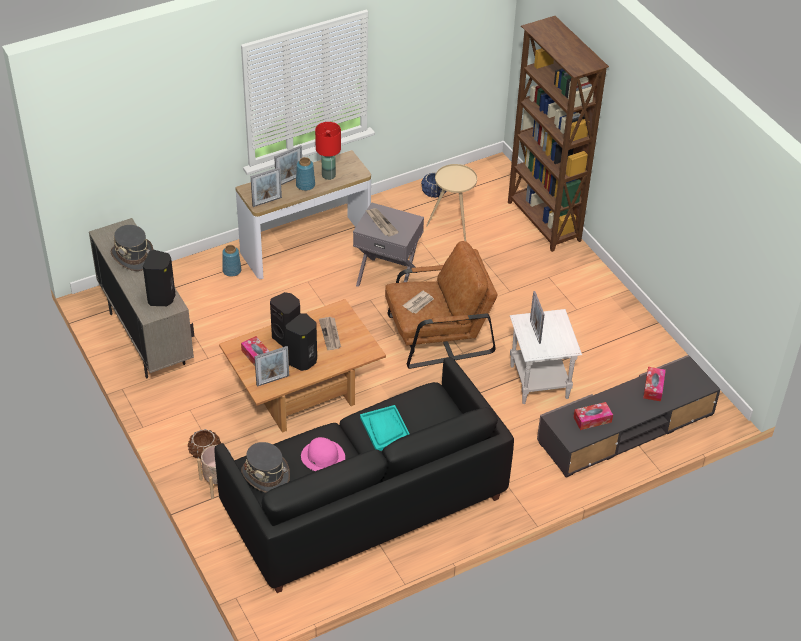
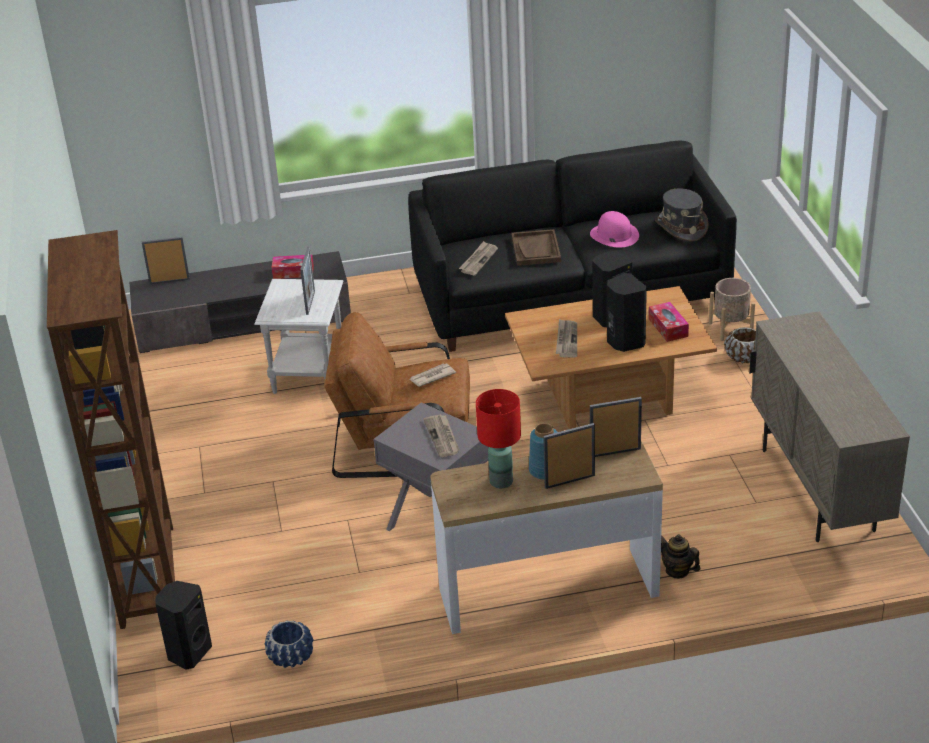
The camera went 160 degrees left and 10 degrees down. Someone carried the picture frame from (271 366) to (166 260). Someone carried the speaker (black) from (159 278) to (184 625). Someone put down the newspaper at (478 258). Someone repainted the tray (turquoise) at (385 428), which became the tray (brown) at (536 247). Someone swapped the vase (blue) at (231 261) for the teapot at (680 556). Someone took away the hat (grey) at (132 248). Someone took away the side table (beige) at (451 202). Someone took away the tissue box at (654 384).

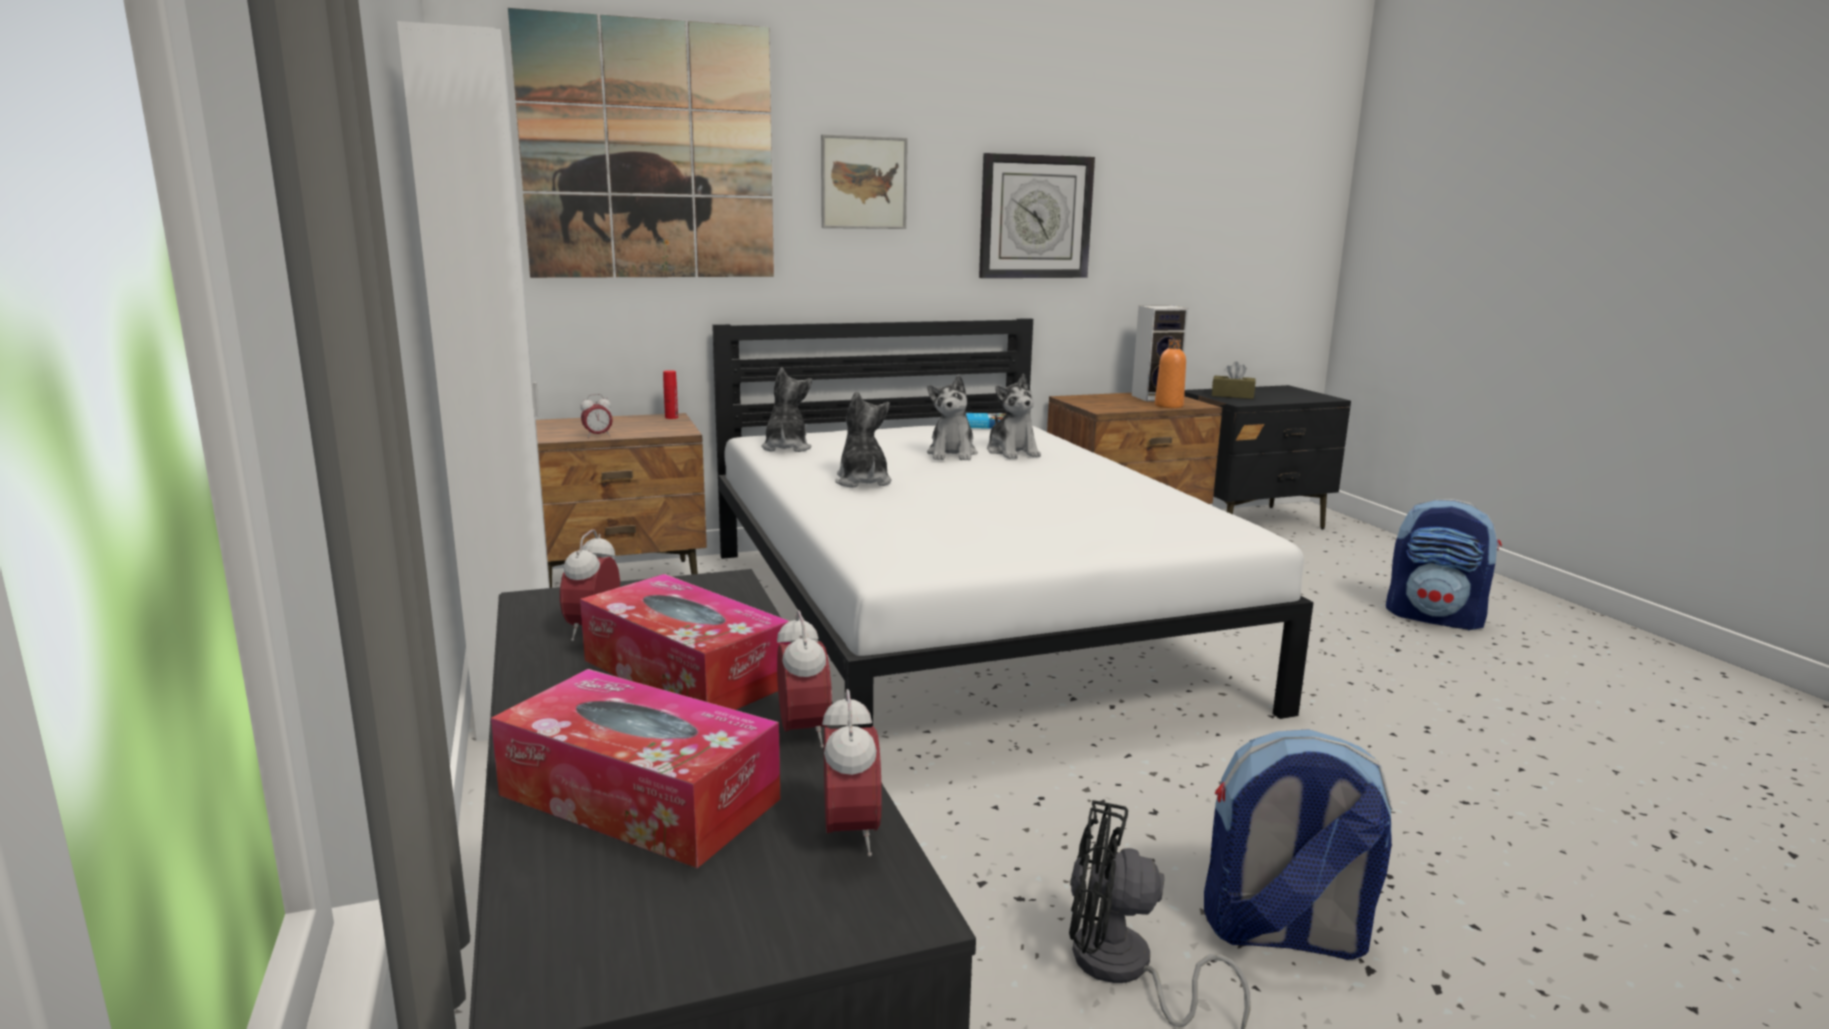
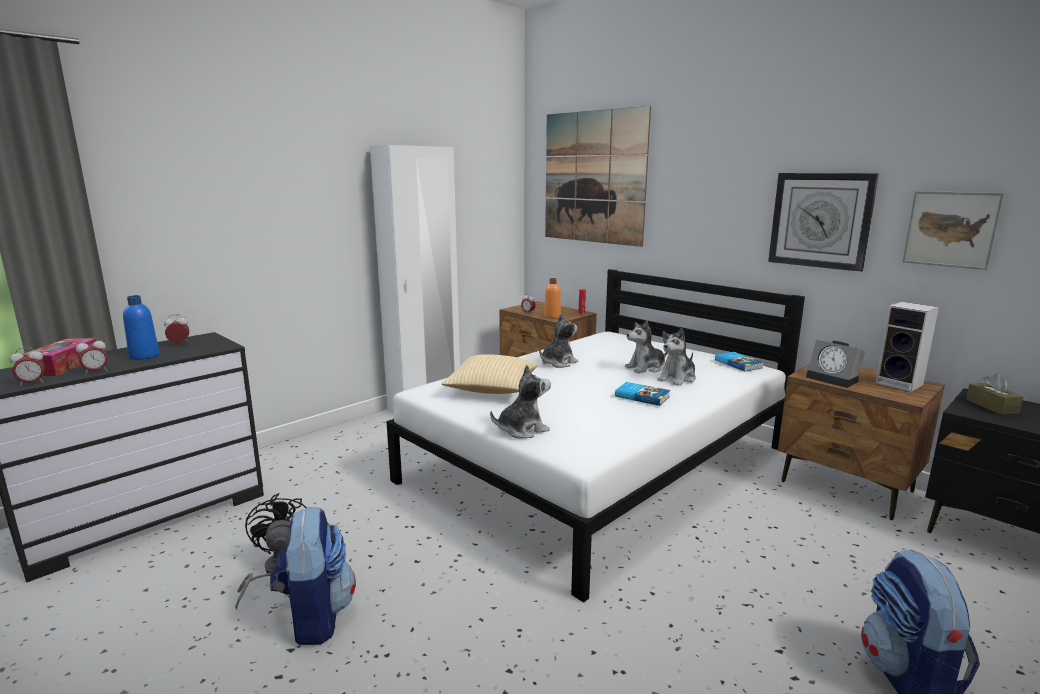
The camera went 65 degrees right and 0 degrees up. Someone swapped the tissue box at (685 642) for the bottle (blue) at (141 327). Someone put down the pillow at (489 374). Someone carried the plush toy from (786 409) to (520 402). Someone carried the bottle (orange) from (1170 373) to (552 298). Someone put down the book at (642 394). Someone put down the alarm clock at (835 364). Someone carried the picture from (864 181) to (953 230).

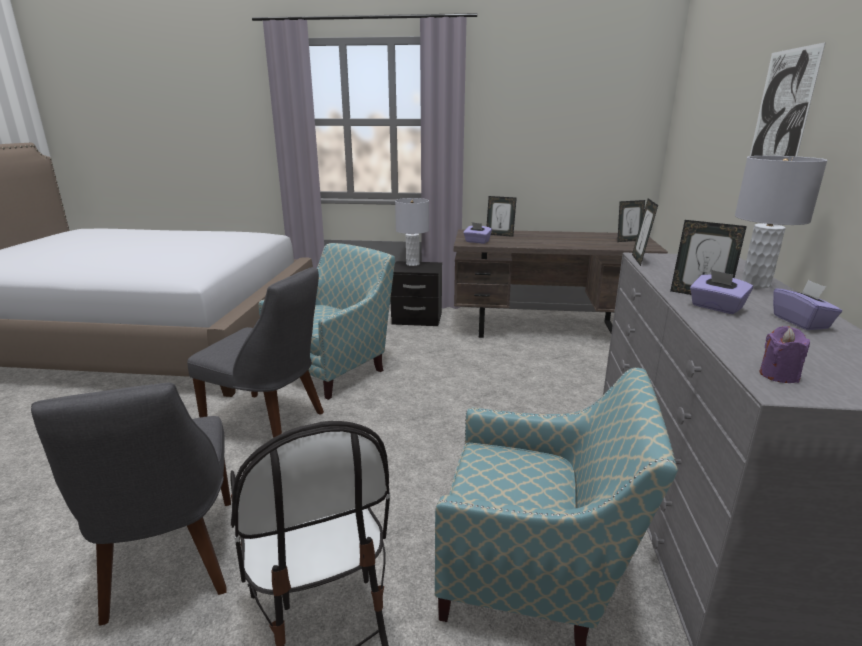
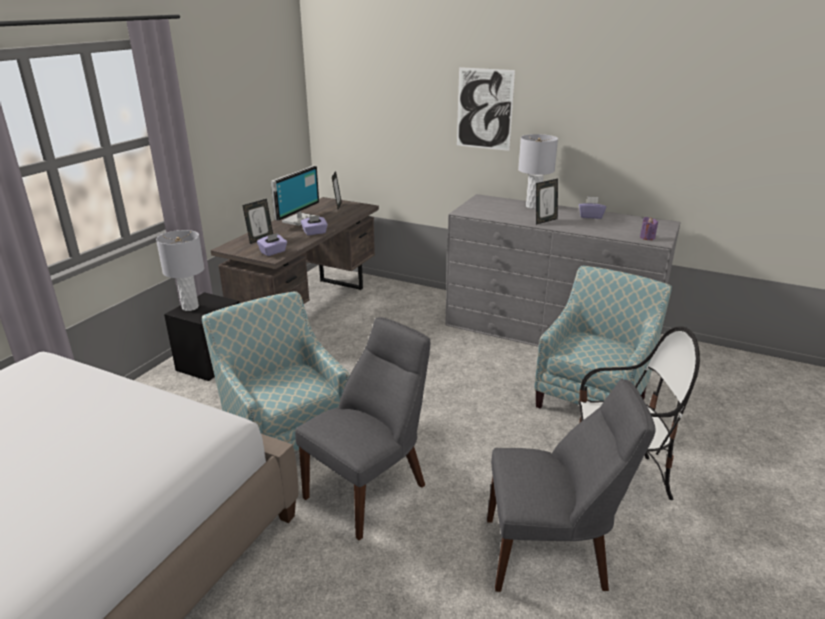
The camera went 70 degrees left and 5 degrees up. Someone put down the monitor at (295 196). Someone carried the tissue box (purple) from (721 292) to (314 225). Someone took away the picture frame at (645 232).

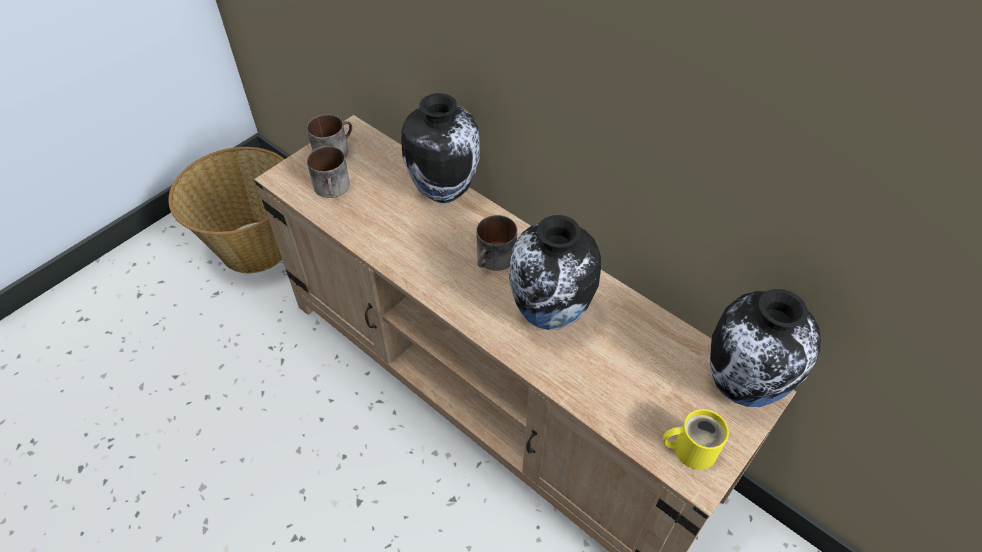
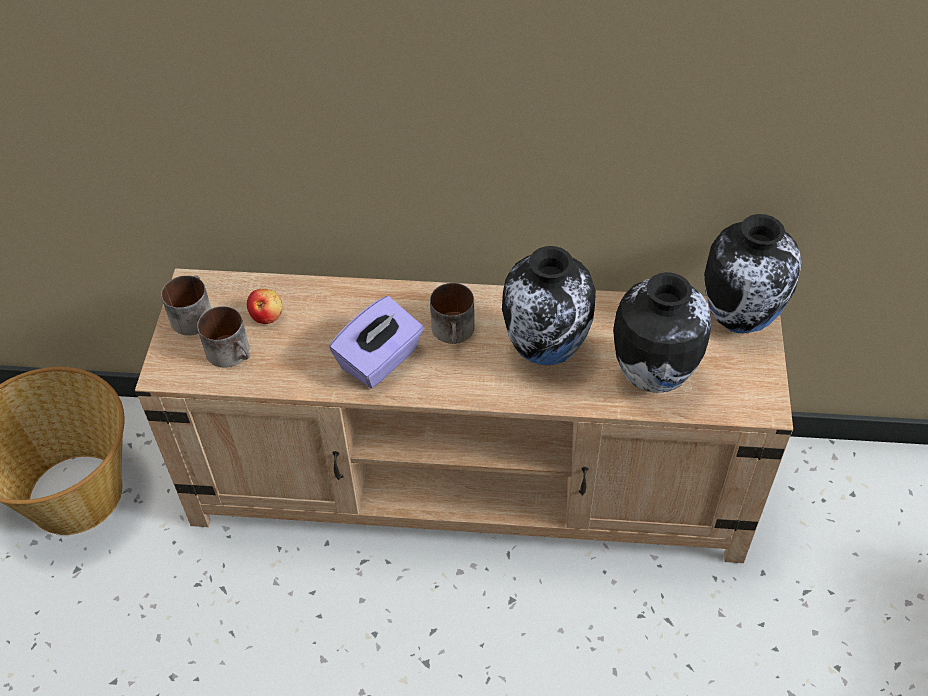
The camera went 35 degrees left and 0 degrees up. Someone put down the apple at (264 306). Someone put down the tissue box (purple) at (376 342). Someone carried the vase from (440 148) to (662 332). Someone took away the mug (yellow) at (696 439).

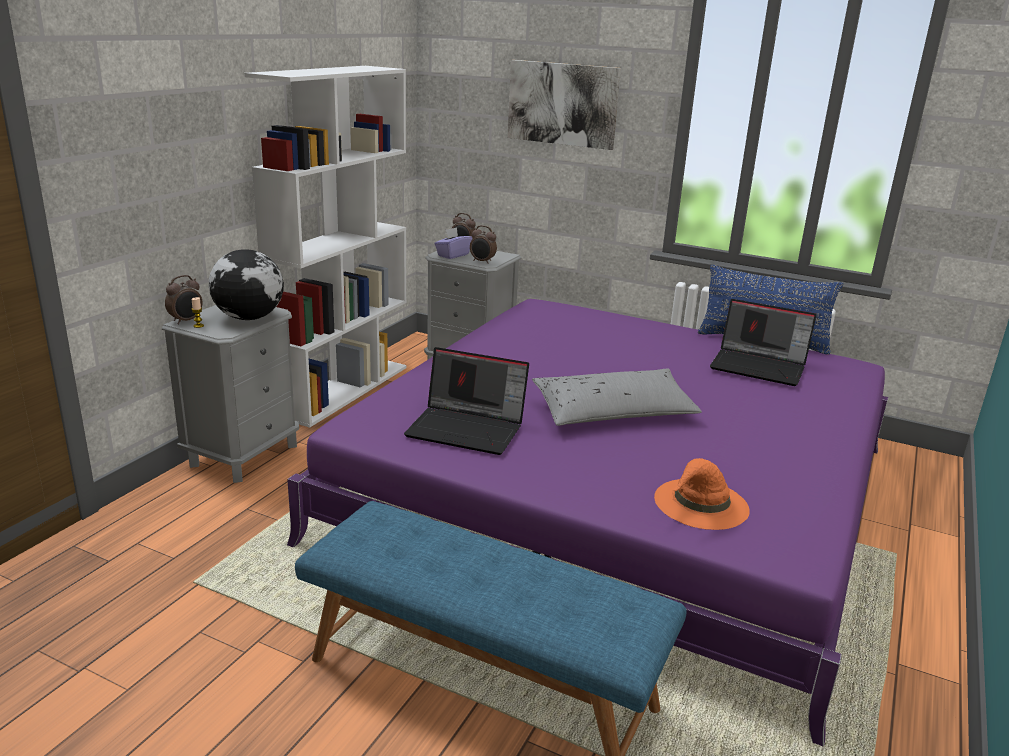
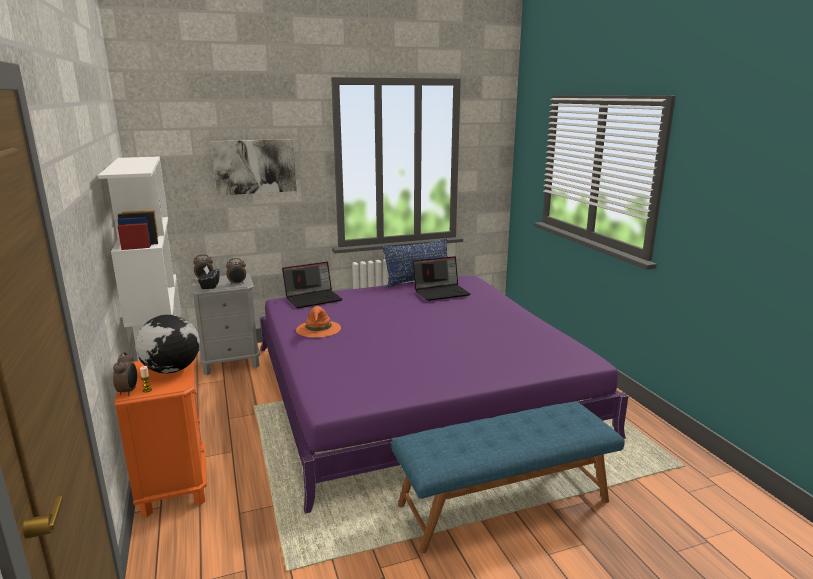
The camera went 45 degrees left and 5 degrees down. Someone repainted the nightstand (grey) at (230 394), which became the nightstand (orange) at (161 438). Someone repainted the tissue box (purple) at (453 243), which became the tissue box (black) at (209 277). Someone carried the laptop from (466 401) to (312 285). Someone carried the hat (orange) from (702 494) to (318 322). Someone took away the pillow (grey) at (617 397).

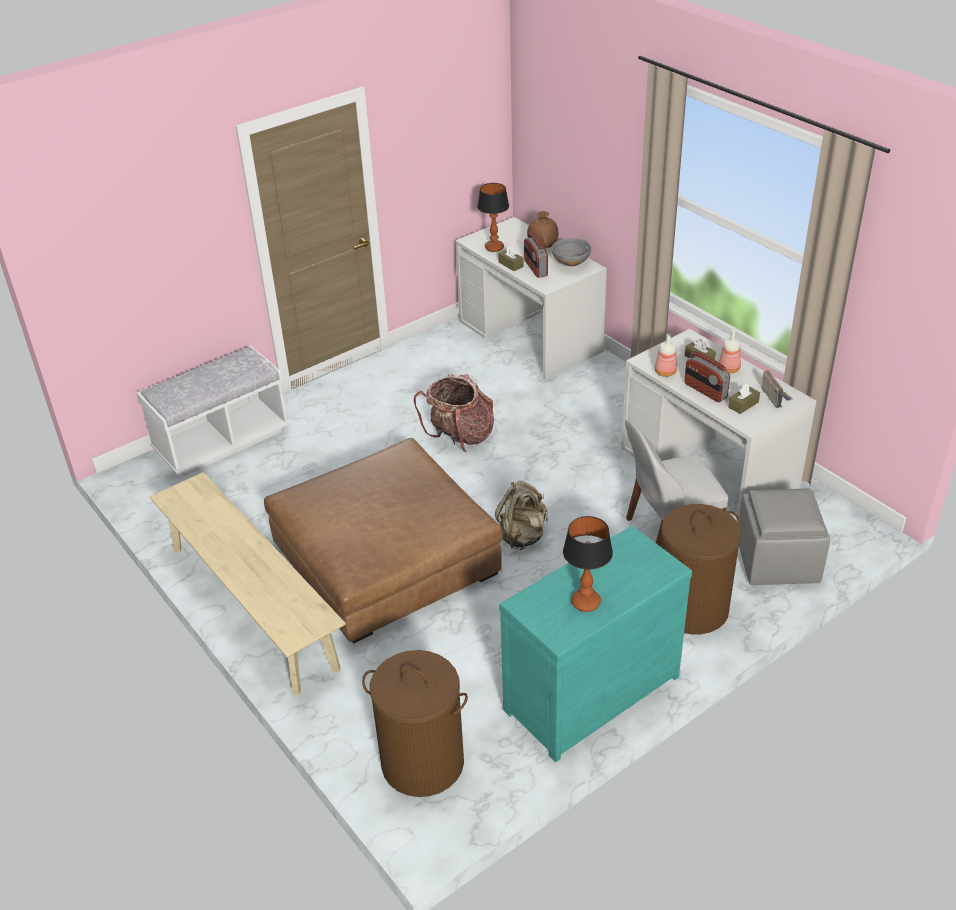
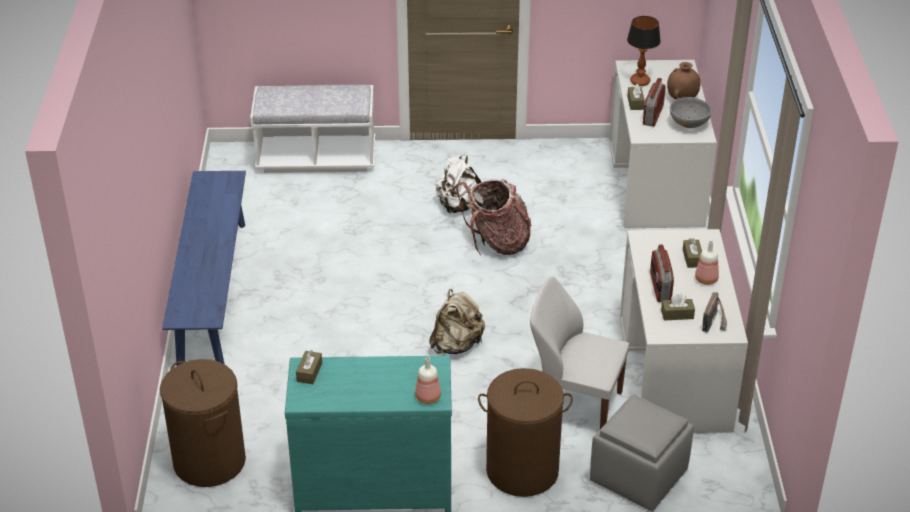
The camera went 35 degrees right and 0 degrees up. Someone repainted the bench (beige) at (248 584), which became the bench (blue) at (204 268). Someone put down the tissue box (brown) at (309 367). Someone carried the bottle from (666 355) to (428 380). Someone put down the backpack (white) at (458 184). Someone took away the ottoman (brown) at (383 540). Someone took away the table lamp at (588 564).

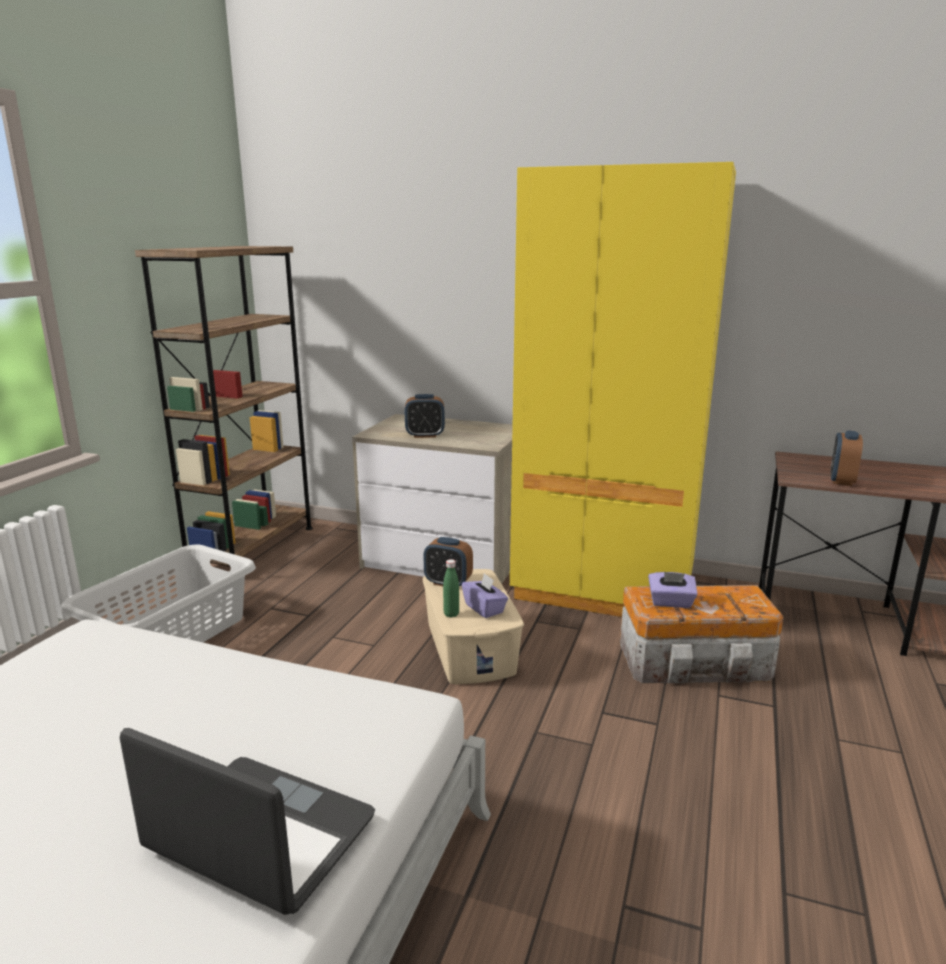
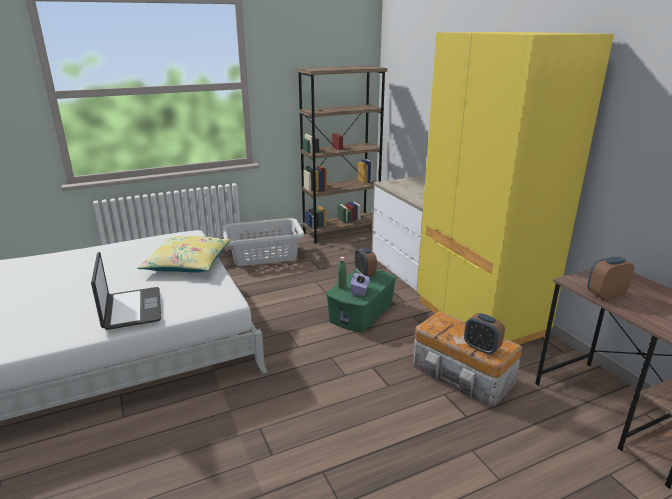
The camera went 45 degrees right and 5 degrees up. Someone put down the pillow (yellow) at (184 254). Someone repainted the storage box (beige) at (473 626), which became the storage box (green) at (361 301). Someone carried the alarm clock from (425 416) to (484 334). Someone took away the tissue box (purple) at (673 590).

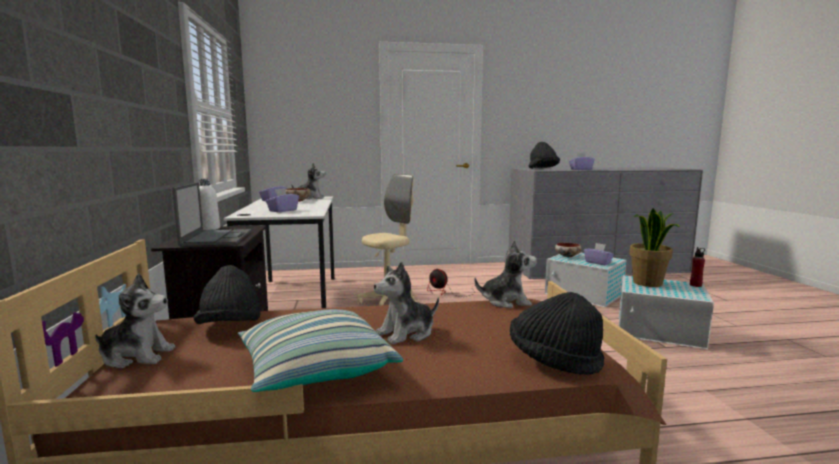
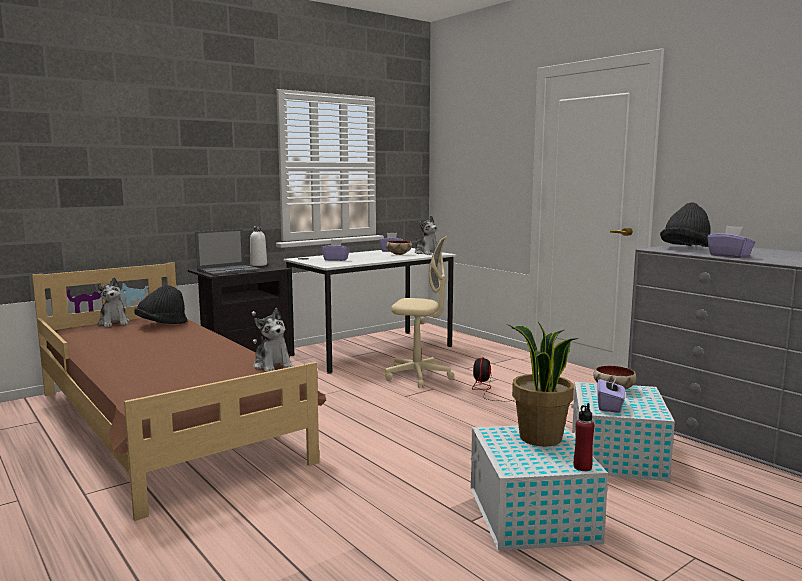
The camera went 60 degrees right and 0 degrees up. Someone took away the pillow at (320 350). Someone took away the plush toy at (406 303). Someone took away the hat (black) at (557 333).

